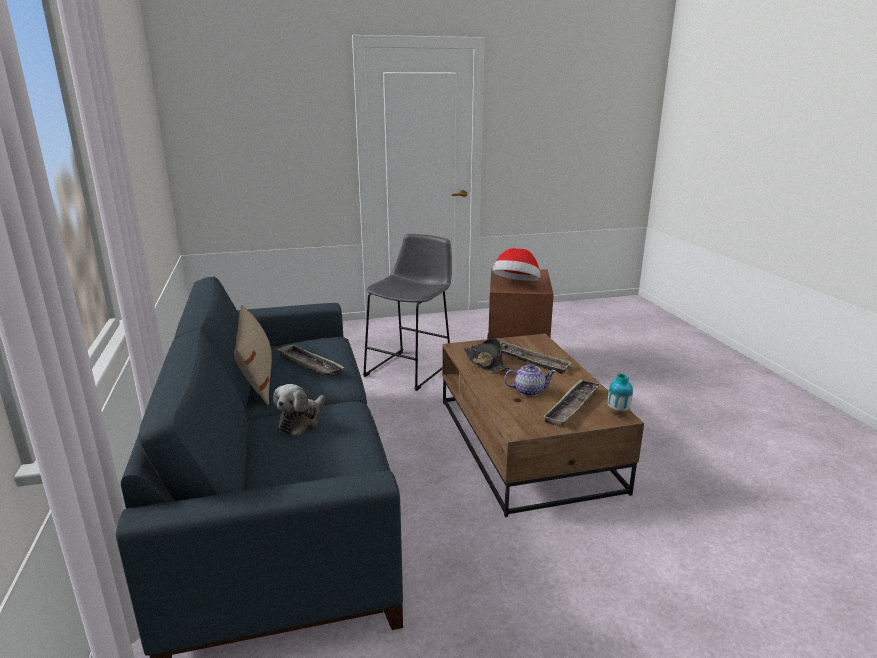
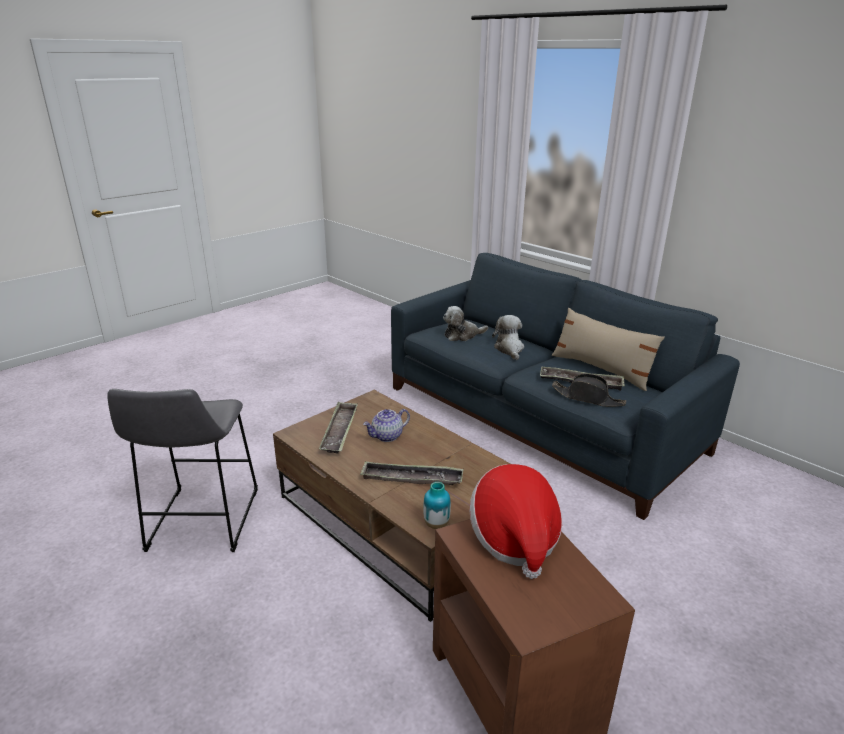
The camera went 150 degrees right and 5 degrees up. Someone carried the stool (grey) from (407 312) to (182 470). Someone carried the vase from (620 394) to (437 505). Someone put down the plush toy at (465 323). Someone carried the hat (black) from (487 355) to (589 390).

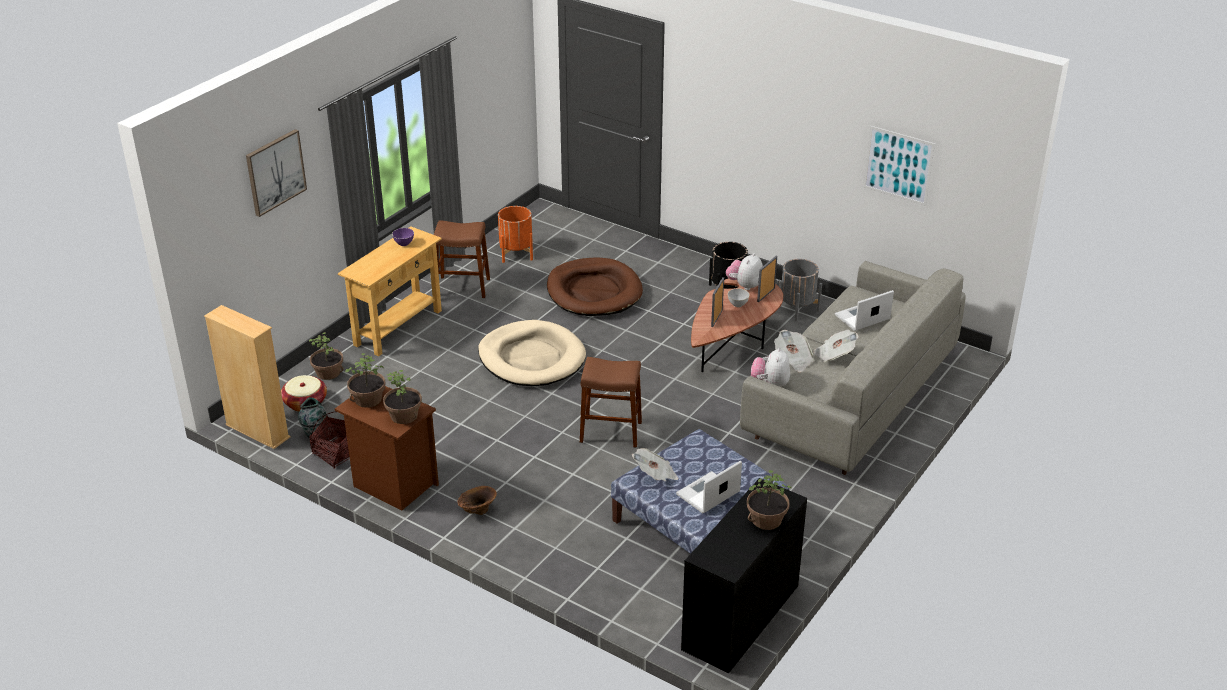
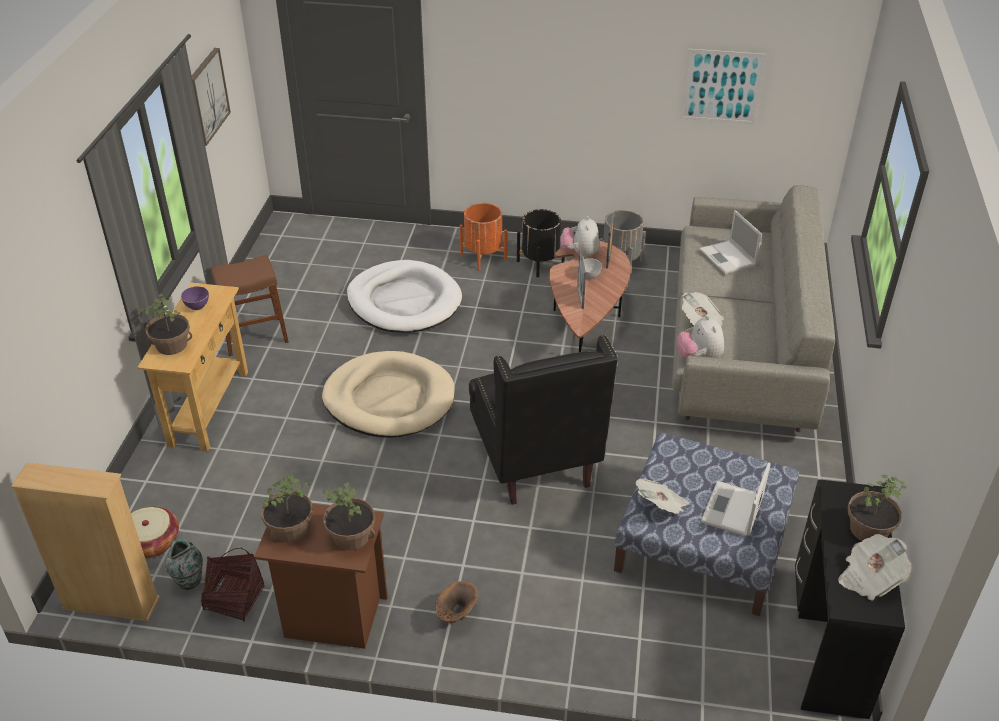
The camera went 25 degrees left and 5 degrees up. Someone carried the potted plant from (326 356) to (166 324). Someone carried the picture from (276 173) to (211 97). Someone repainted the dog bed (brown) at (595 286), which became the dog bed (white) at (404 296). Someone carried the planter (orange) from (515 234) to (483 236). Someone swapped the stool (brown) at (611 402) for the armchair (black) at (543 420). Someone rotated the laptop at (864 310) by 60 degrees counterclockwise. Someone carried the newspaper from (836 346) to (875 567).

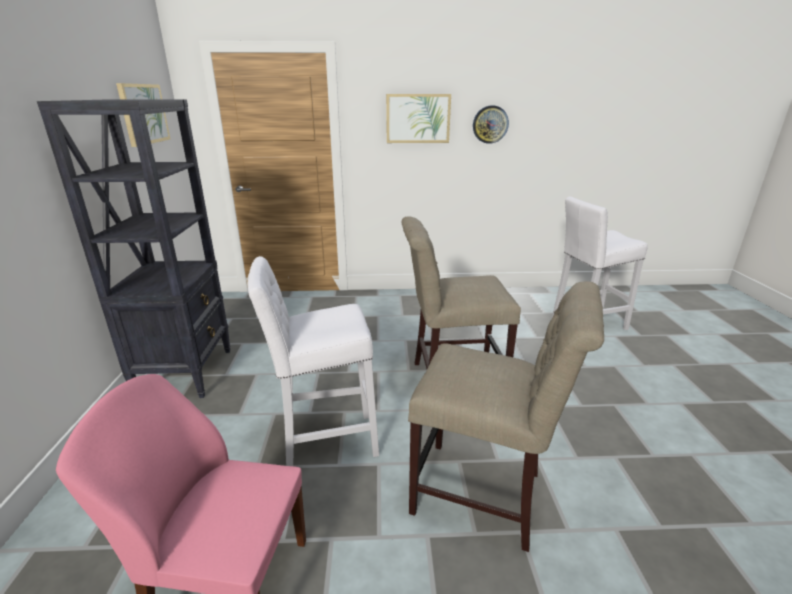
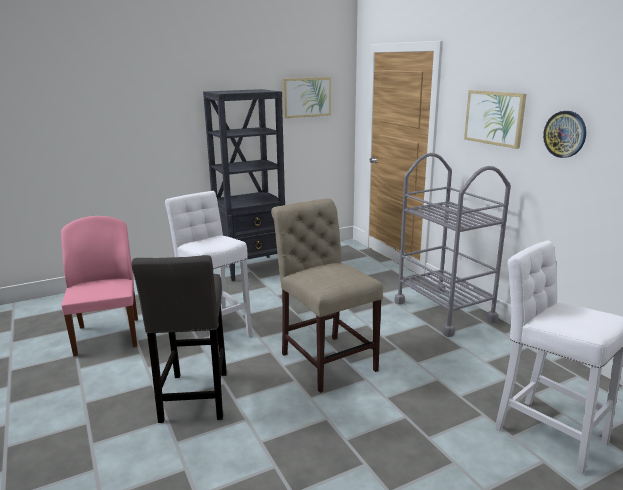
The camera went 65 degrees right and 5 degrees down. Someone swapped the chair (beige) at (506 416) for the stool (grey) at (179 339). Someone put down the cart (grey) at (452 245).

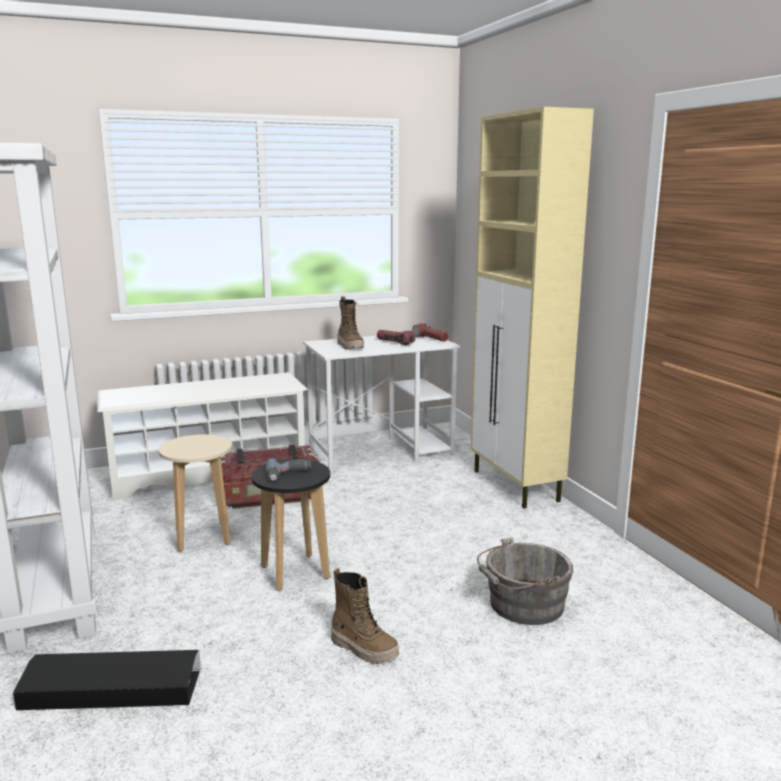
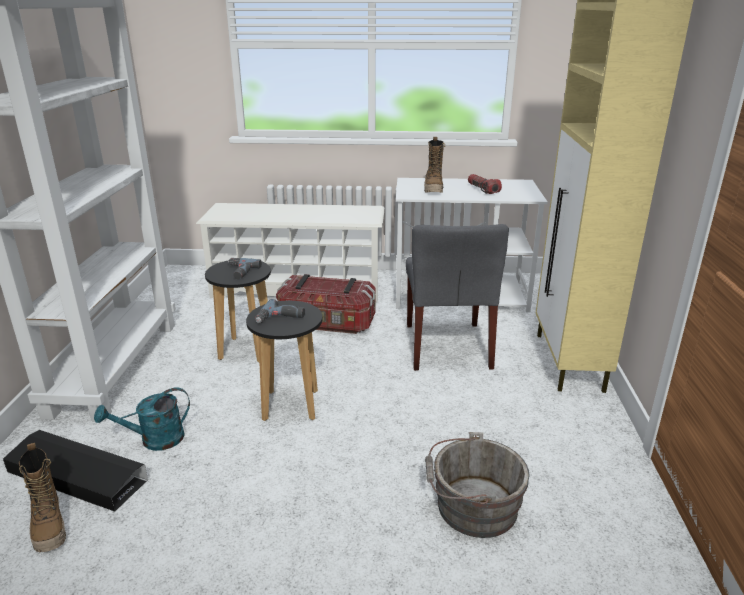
The camera went 25 degrees right and 10 degrees up. Someone carried the boot from (365 616) to (42 498). Someone put down the watering can (turquoise) at (142 419). Someone repainted the stool (beige) at (195 493), which became the stool (black) at (238 311). Someone put down the power drill at (245 269). Someone put down the chair (grey) at (457 297). Someone took away the flashlight at (430 332).

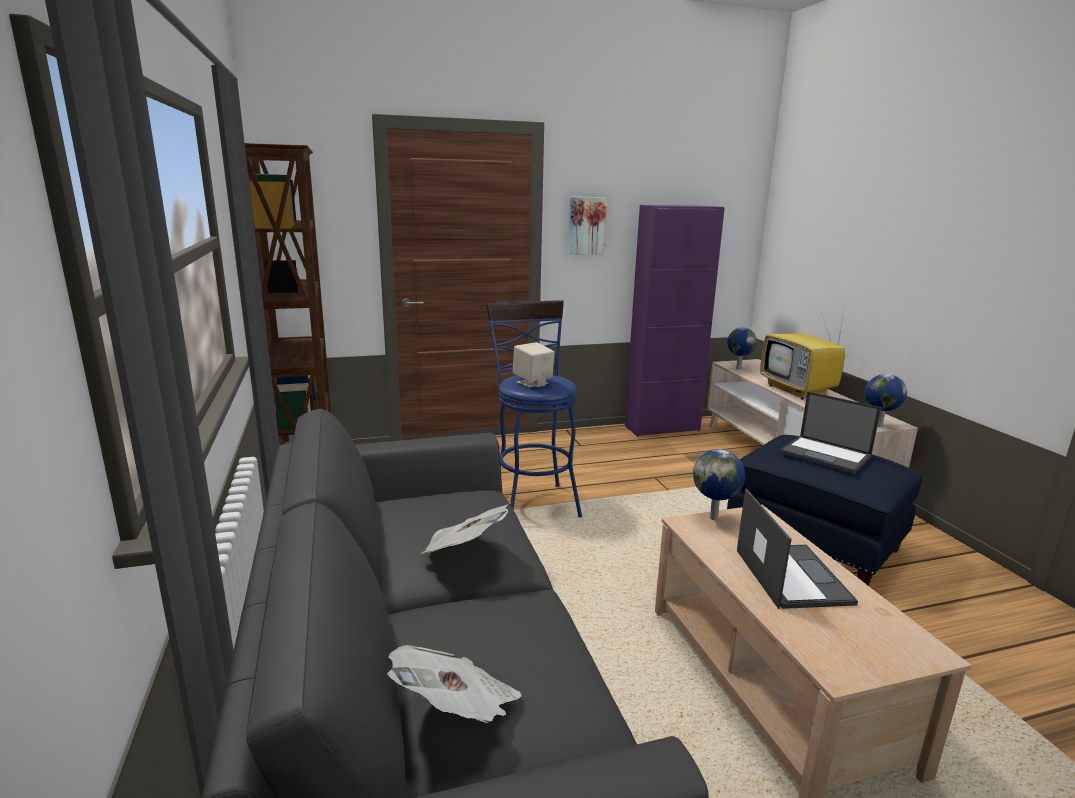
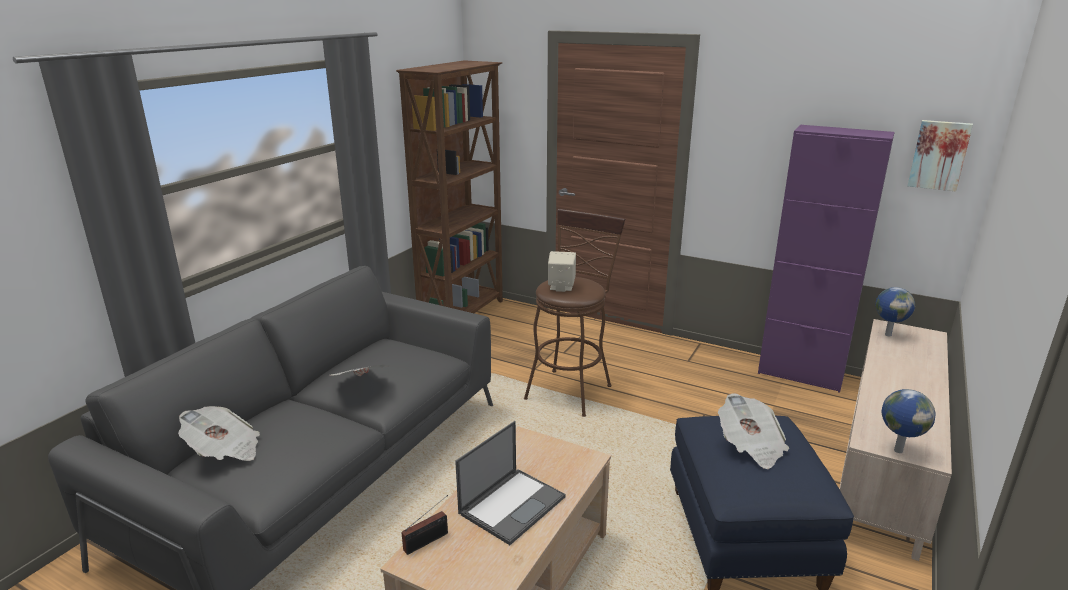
The camera went 45 degrees right and 5 degrees up. Someone put down the radio at (425 525). Someone repainted the stool (blue) at (534 409), which became the stool (brown) at (574 313). Someone swapped the laptop at (830 432) for the newspaper at (753 431). Someone carried the picture from (587 226) to (940 156). Someone took away the globe at (719 484). Someone took away the television at (802 353).

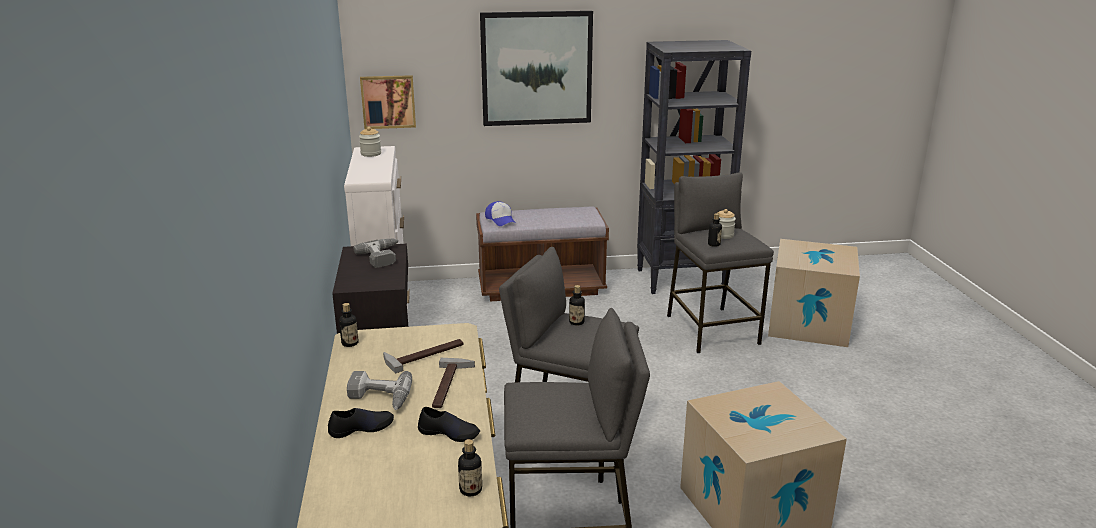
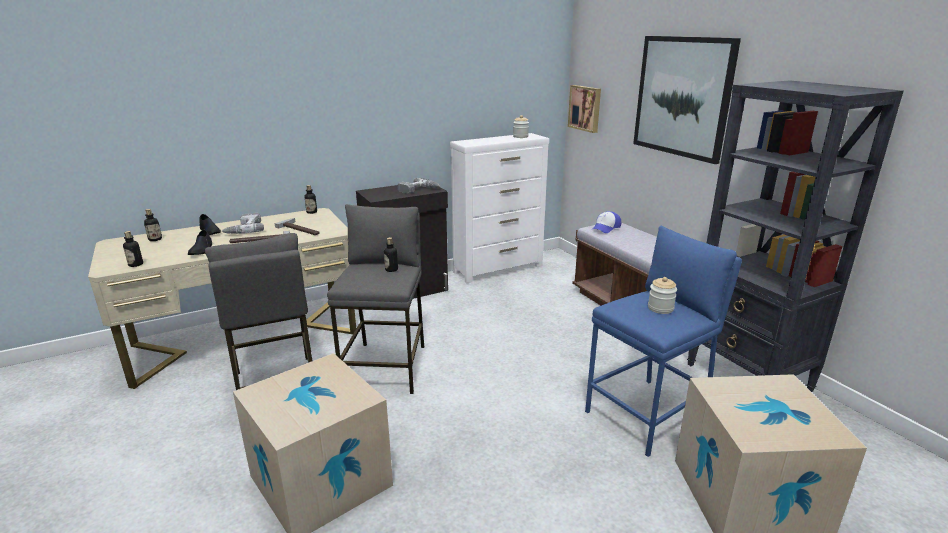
The camera went 70 degrees right and 0 degrees up. Someone carried the bottle from (715 230) to (153 225). Someone repainted the stool (grey) at (720 262), which became the stool (blue) at (663 341).

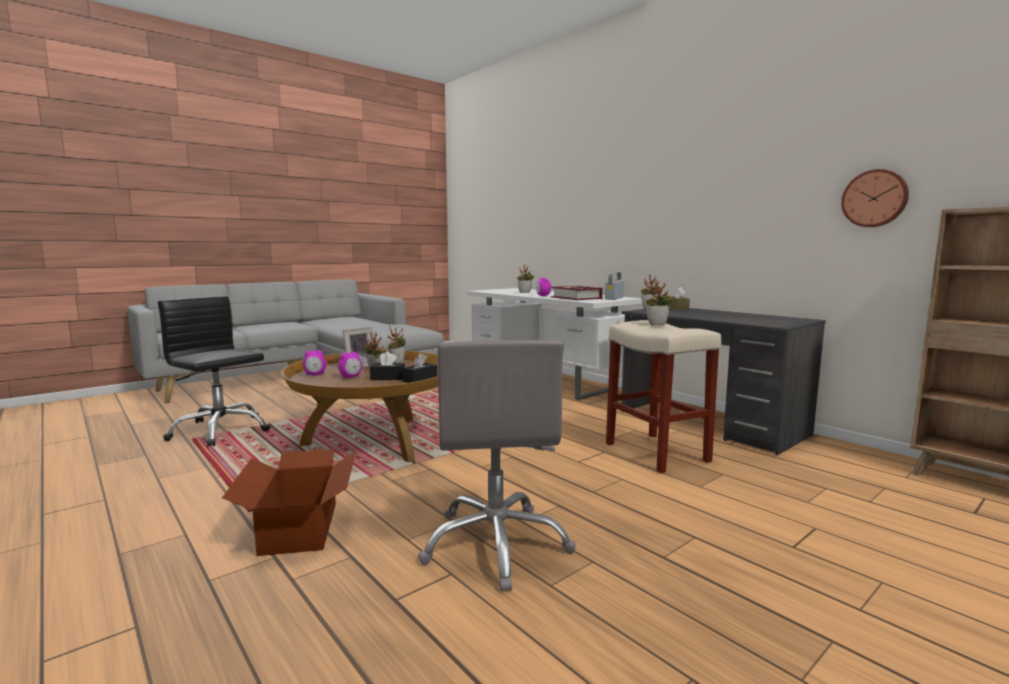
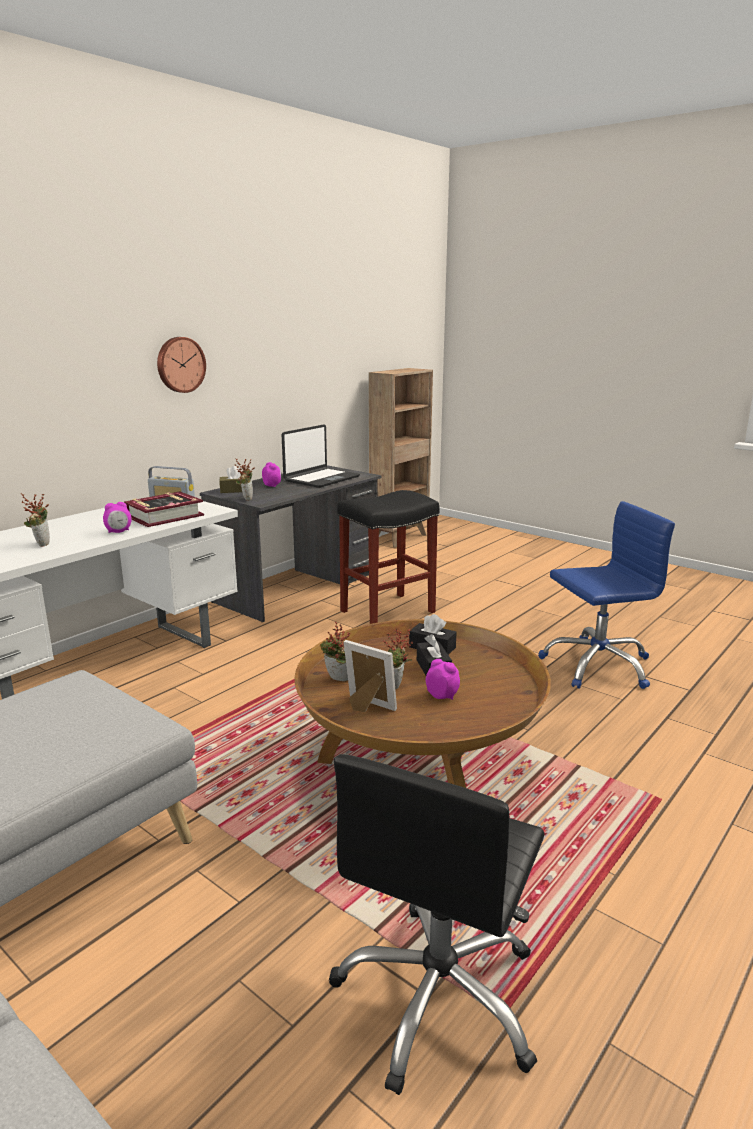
The camera went 100 degrees left and 10 degrees up. Someone carried the wall clock from (875 198) to (181 365). Someone carried the alarm clock from (314 362) to (271 474). Someone put down the laptop at (321 456). Someone repainted the stool (beige) at (664 396), which became the stool (black) at (388 557). Someone repainted the office chair (grey) at (497 465), which became the office chair (blue) at (606 595). Someone took away the cardboard box at (289 502). Someone took away the potted plant at (659 303).

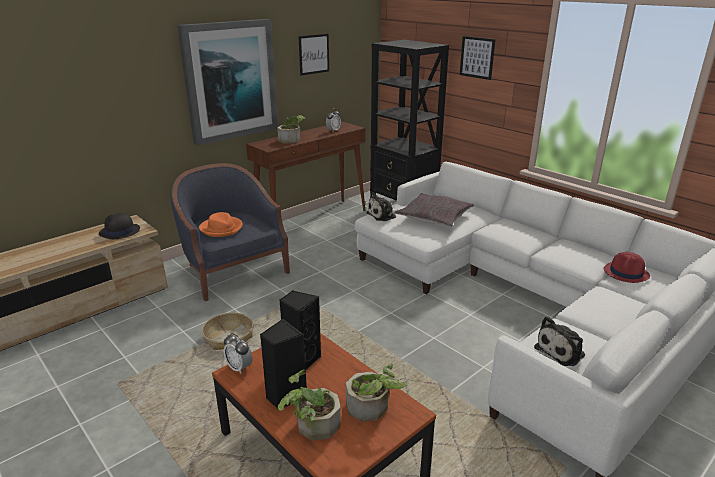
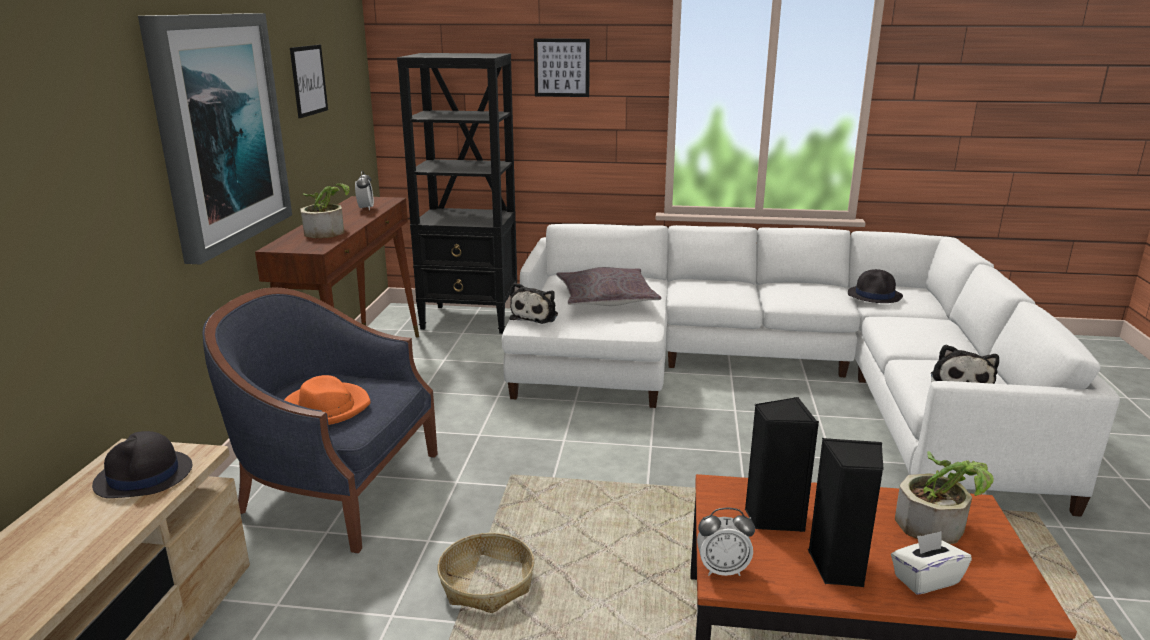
The camera went 40 degrees left and 5 degrees down. Someone repainted the hat (red) at (627 267), which became the hat (black) at (875 286). Someone swapped the potted plant at (309 404) for the tissue box (white) at (931 563).

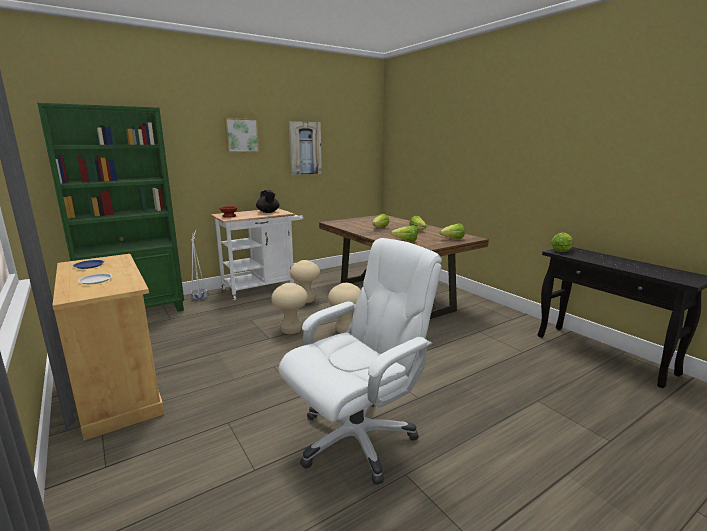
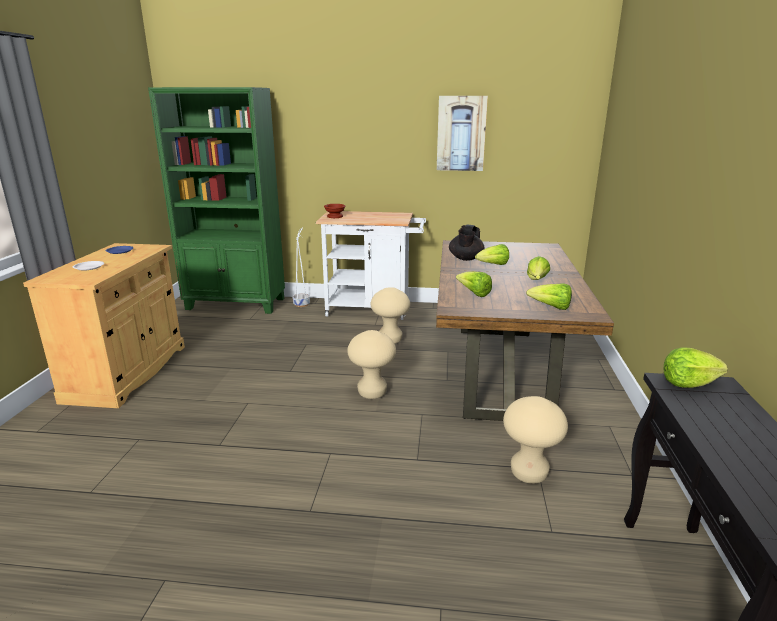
The camera went 40 degrees right and 5 degrees up. Someone carried the teapot (black) from (267 201) to (467 243). Someone carried the stool (beige) from (290 308) to (535 440). Someone took away the picture at (241 135). Someone took away the office chair (white) at (360 361).

